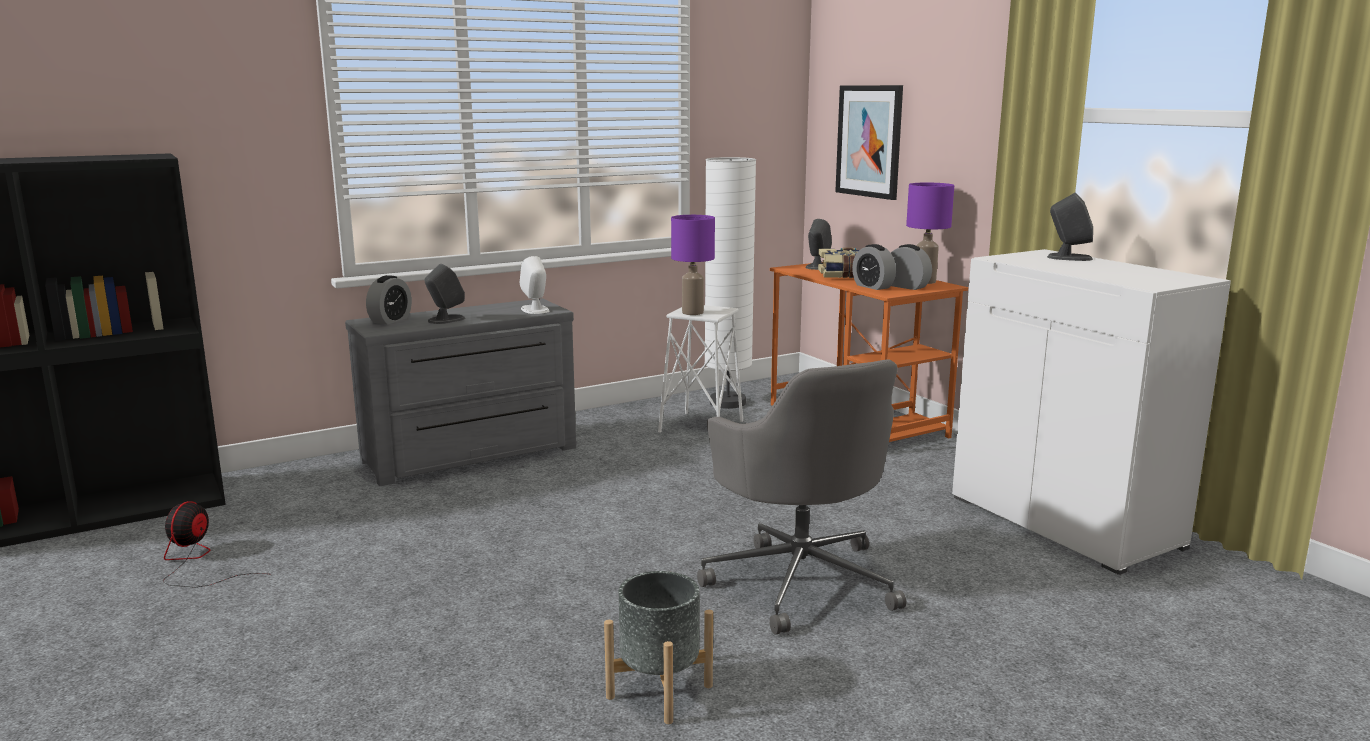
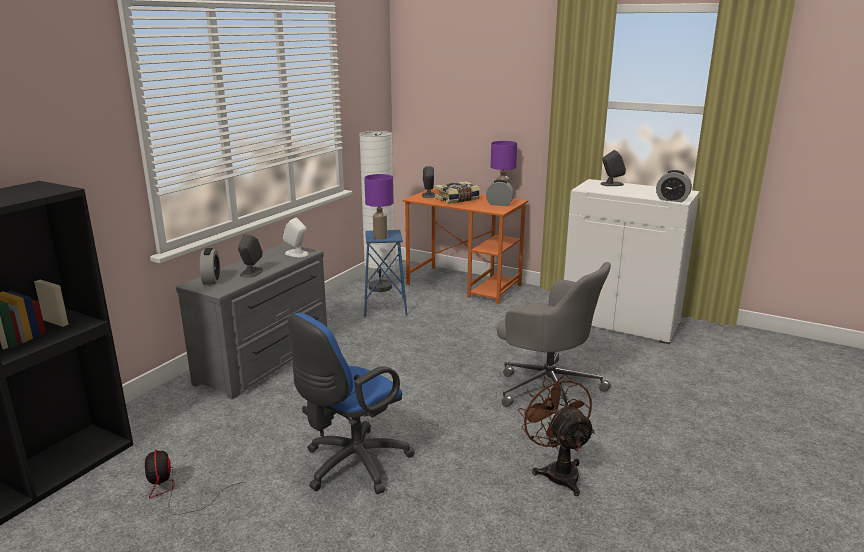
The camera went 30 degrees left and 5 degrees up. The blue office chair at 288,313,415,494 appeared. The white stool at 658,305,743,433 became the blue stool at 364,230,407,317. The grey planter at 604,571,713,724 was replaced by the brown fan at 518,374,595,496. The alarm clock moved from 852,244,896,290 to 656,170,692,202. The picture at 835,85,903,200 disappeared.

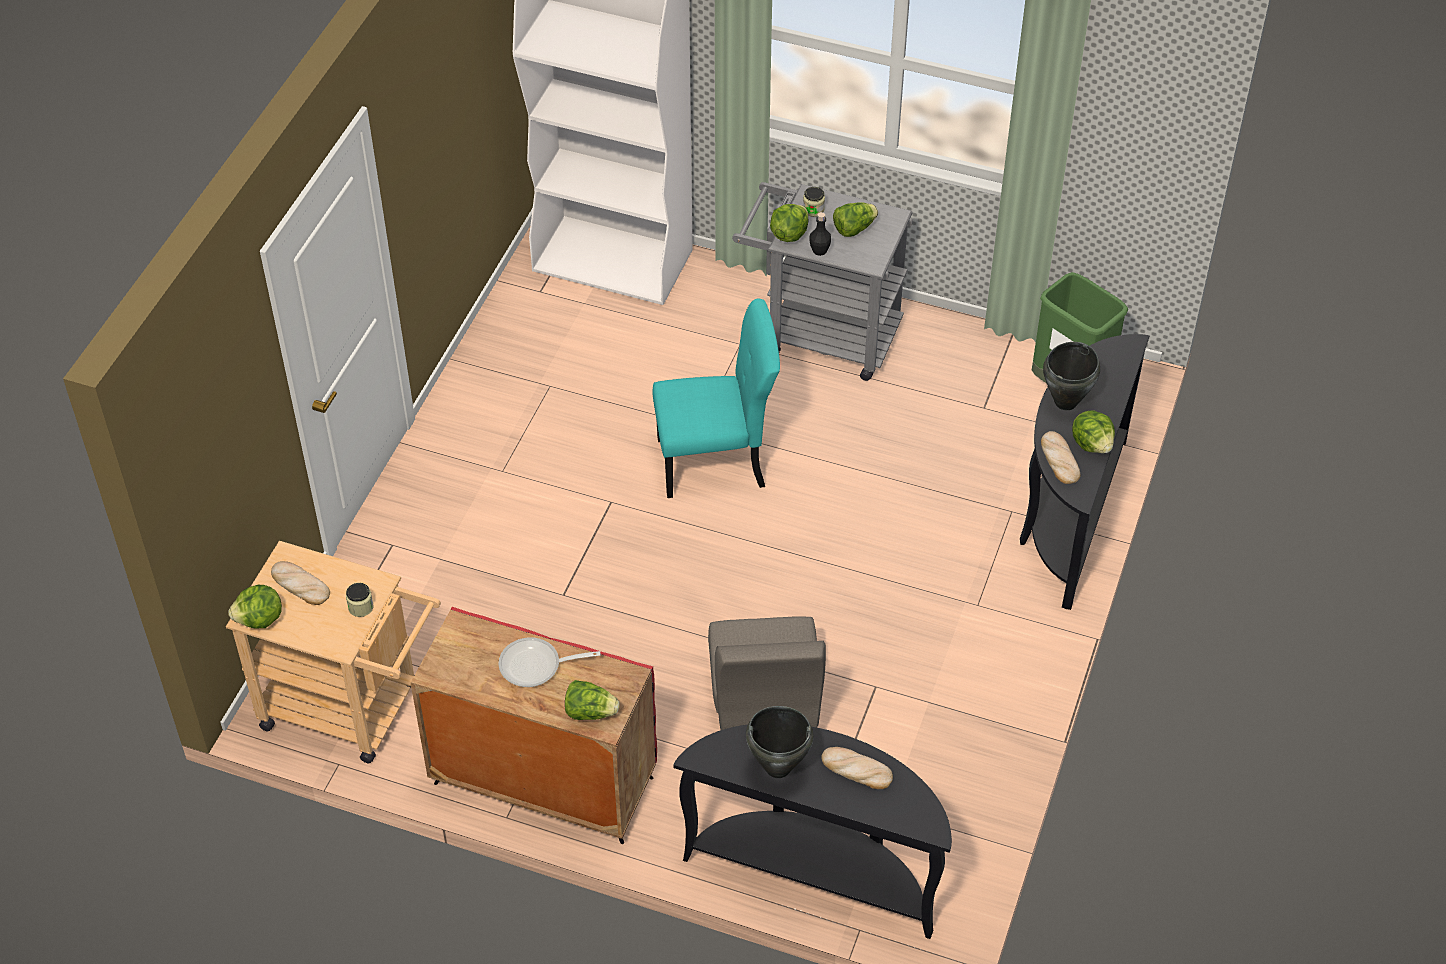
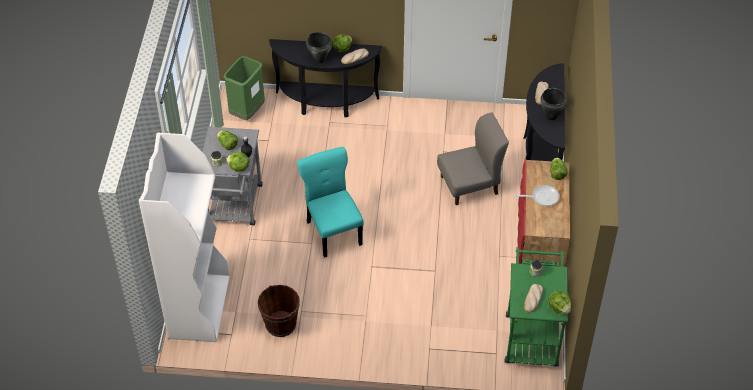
The camera went 105 degrees left and 0 degrees up. The brown bucket at 258,285,300,337 appeared. The beige cart at 226,541,441,763 became the green cart at 505,247,568,367. The frying pan at 499,637,601,687 turned 75 degrees counterclockwise.

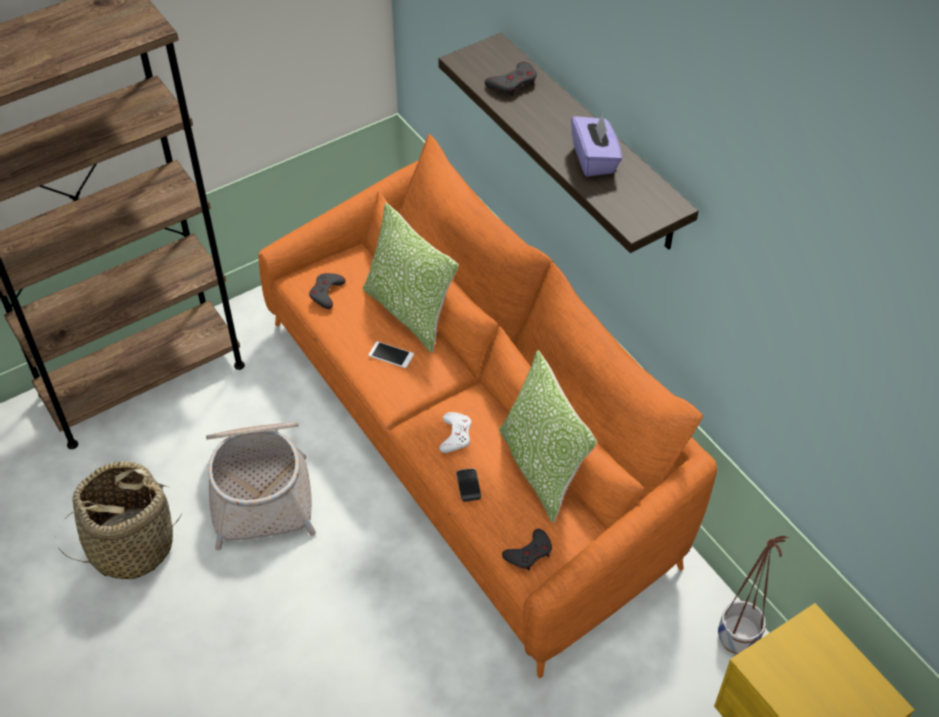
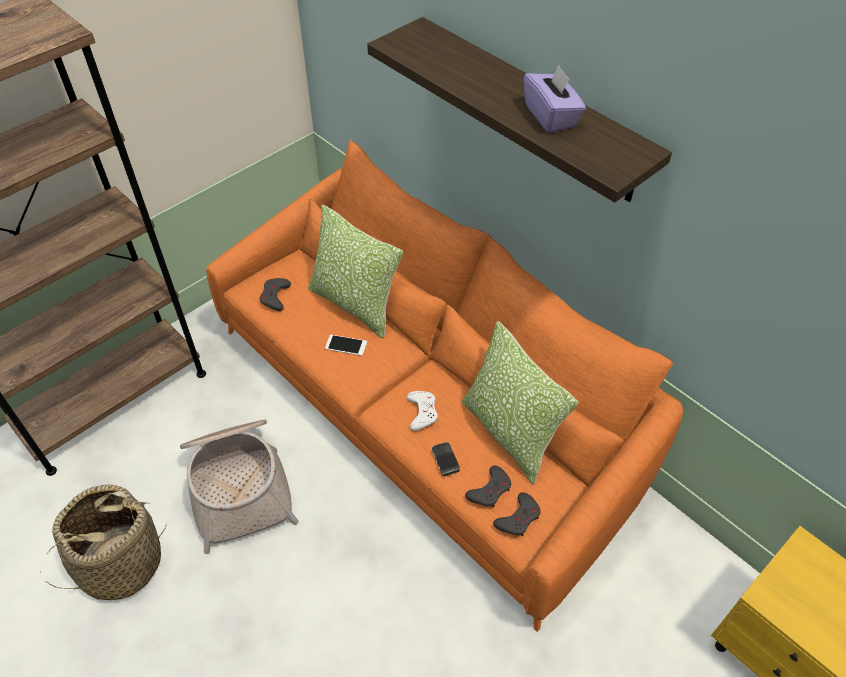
The camera went 10 degrees left and 0 degrees up. The grey game controller moved from 485,62,536,96 to 465,465,511,507. The planter at 718,536,789,654 disappeared.

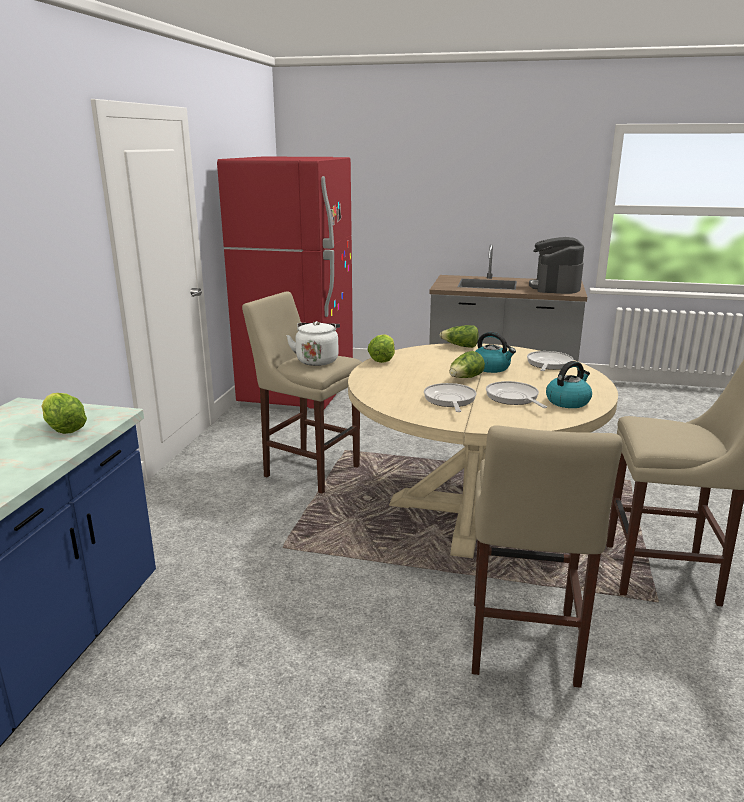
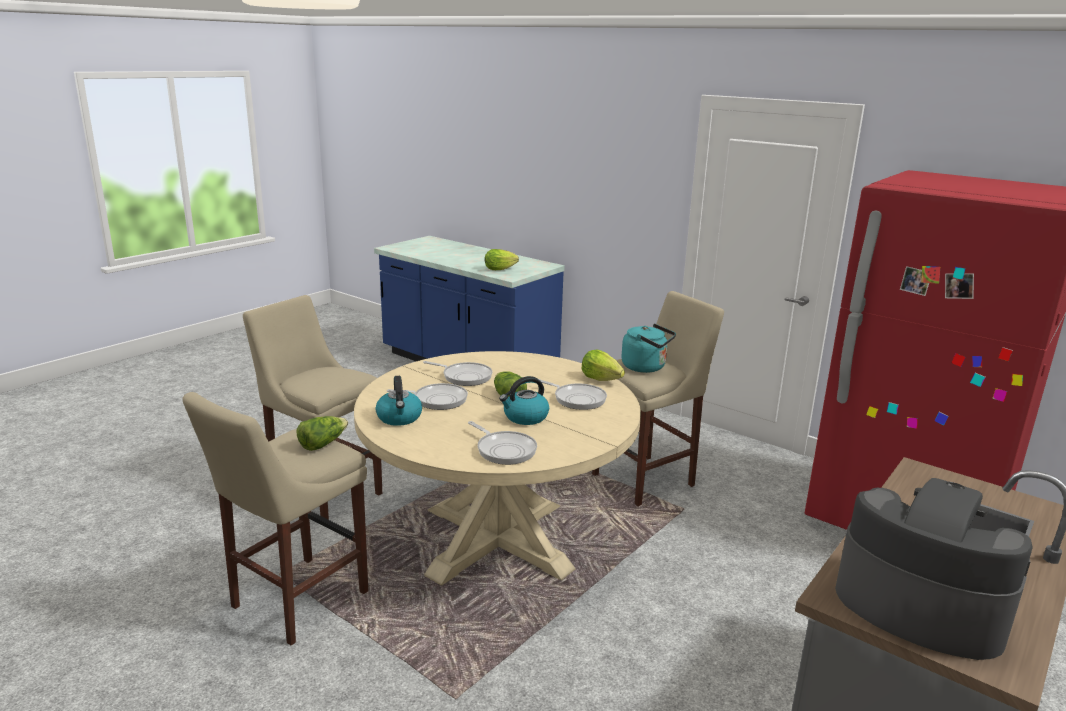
The camera went 115 degrees right and 0 degrees up. The lettuce moved from 440,325,478,348 to 296,416,348,451. The frying pan at 539,379,607,410 appeared. The white kettle at 286,321,340,366 became the turquoise kettle at 621,324,676,373.

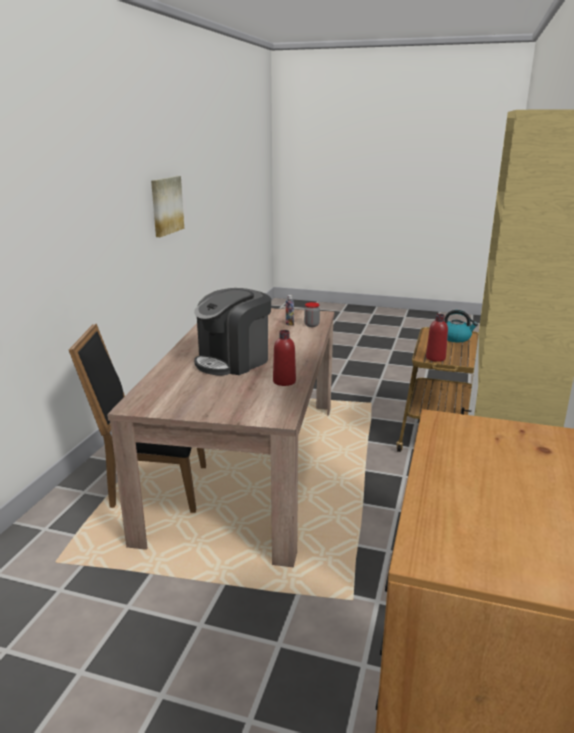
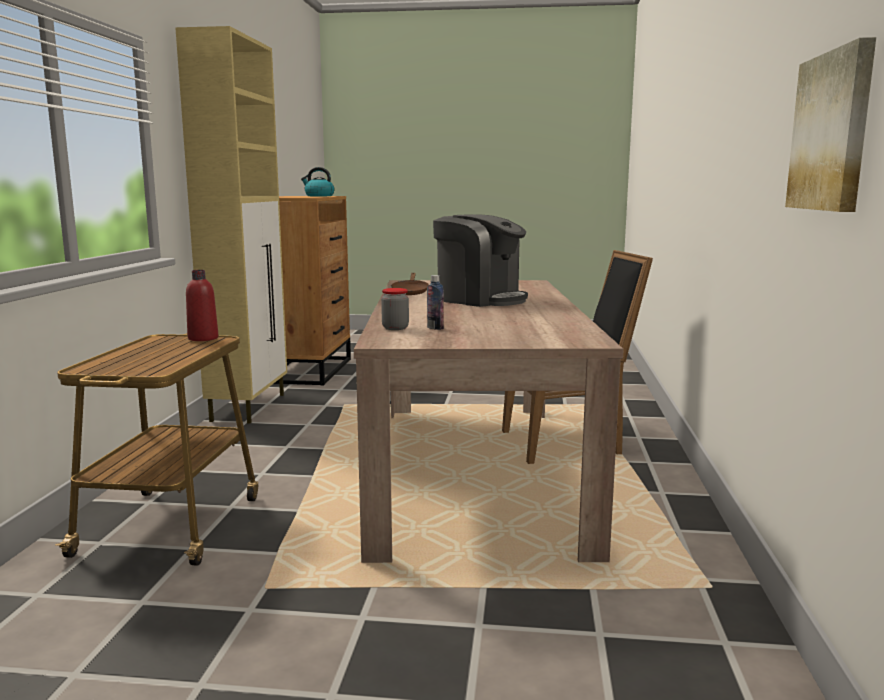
The camera went 170 degrees right and 10 degrees down. The kettle moved from 444,310,478,342 to 301,167,334,196. The red bottle at 273,330,296,386 was replaced by the brown frying pan at 391,273,429,295. The coffee machine at 194,288,271,375 turned 90 degrees clockwise.

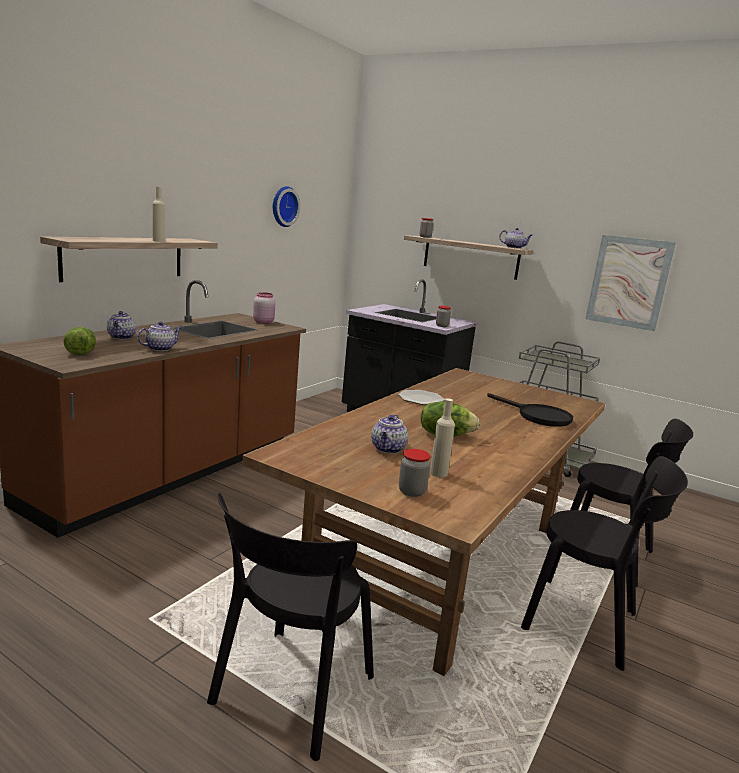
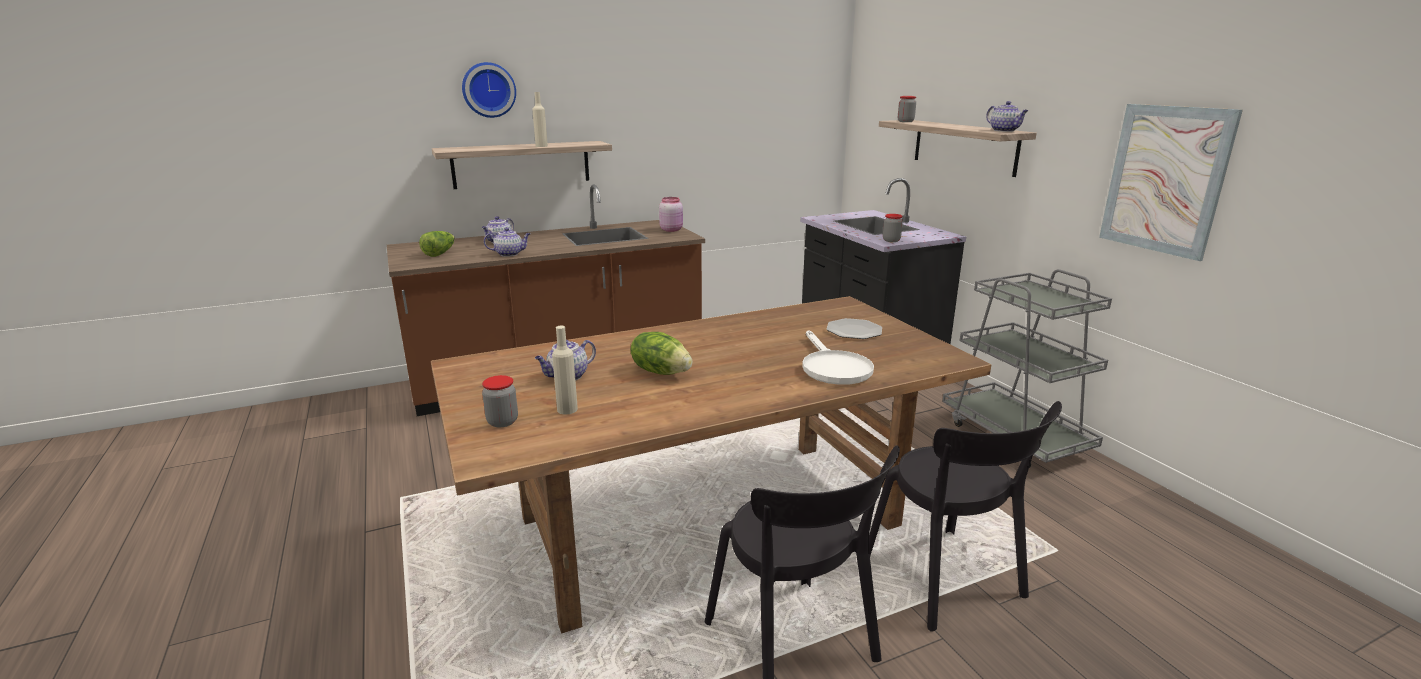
The camera went 35 degrees right and 5 degrees up. The wall clock moved from 273,186,300,227 to 462,62,516,118. The black frying pan at 487,393,573,427 became the white frying pan at 802,330,874,385. The plate moved from 398,390,445,405 to 826,318,882,339. The black chair at 207,493,374,761 disappeared.

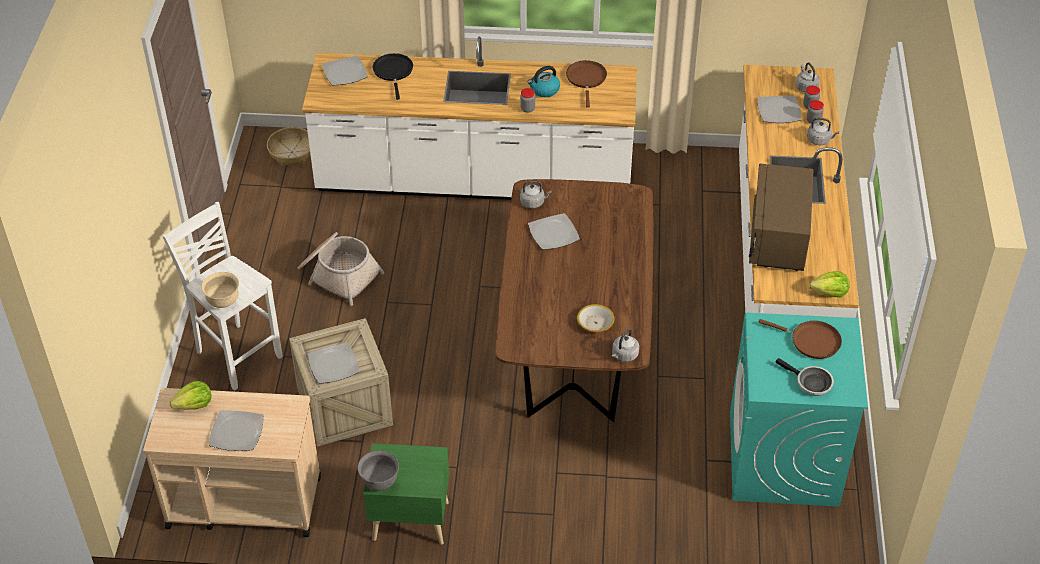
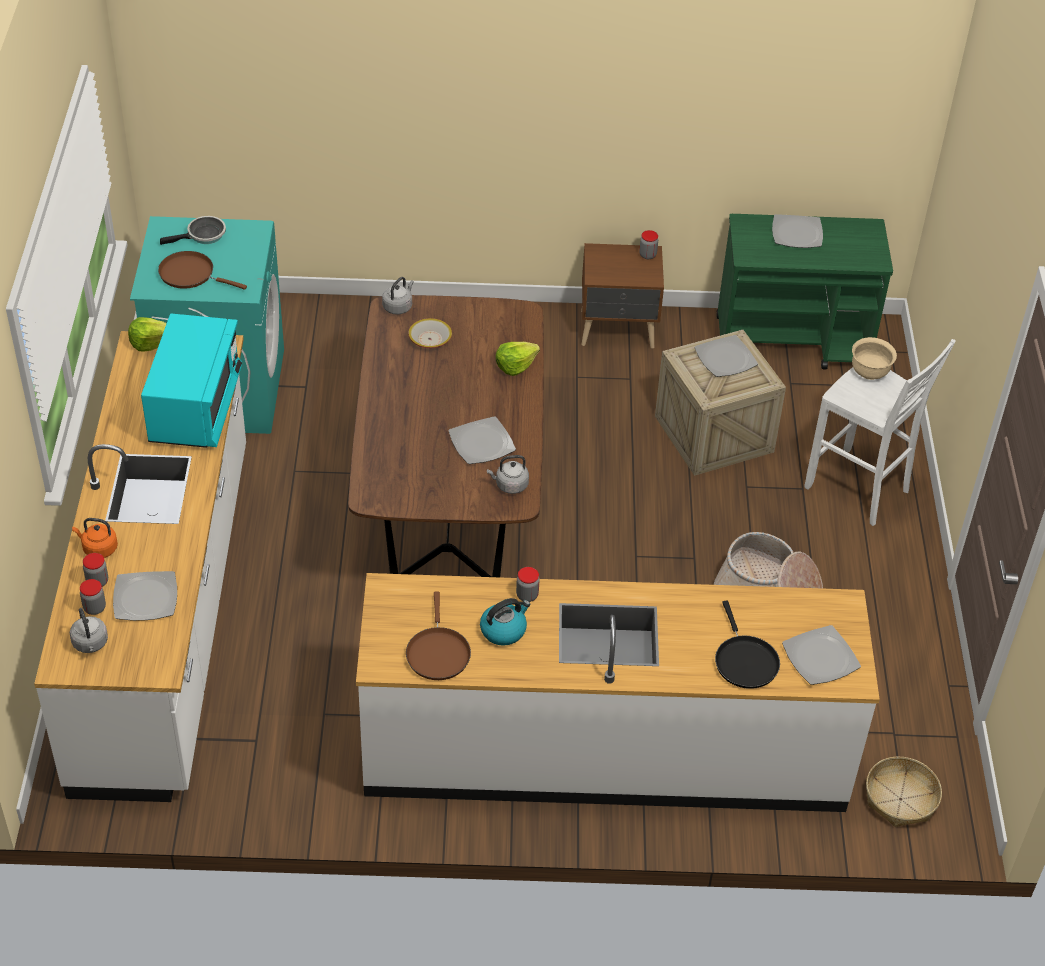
The camera went 175 degrees right and 0 degrees up. The grey kettle at 807,118,839,145 became the orange kettle at 72,518,118,558. The brown microwave at 749,163,813,271 became the turquoise microwave at 141,314,242,448. The frying pan at 775,358,834,396 turned 120 degrees clockwise. The lettuce moved from 170,381,212,410 to 496,342,540,376. The green nightstand at 363,443,449,545 became the brown nightstand at 581,243,664,348. The grey bowl at 357,451,399,491 was replaced by the jar at 639,230,658,259. The beige cart at 143,388,321,537 became the green cart at 717,214,893,370.

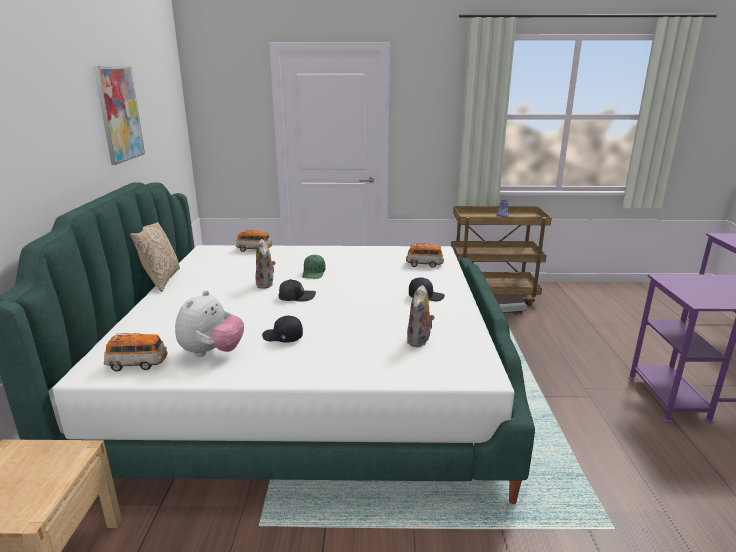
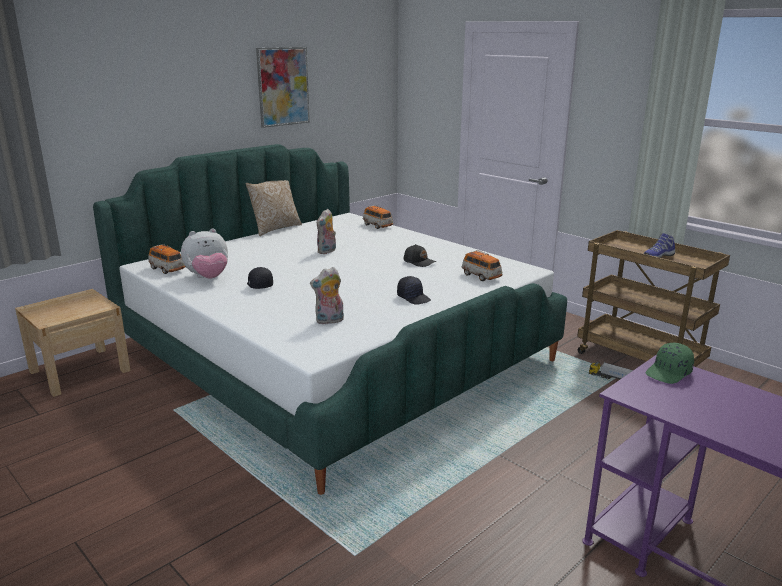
The camera went 45 degrees right and 0 degrees up. The black cap moved from 279,279,316,302 to 404,244,436,267. The green cap moved from 302,255,325,279 to 646,343,694,384.

